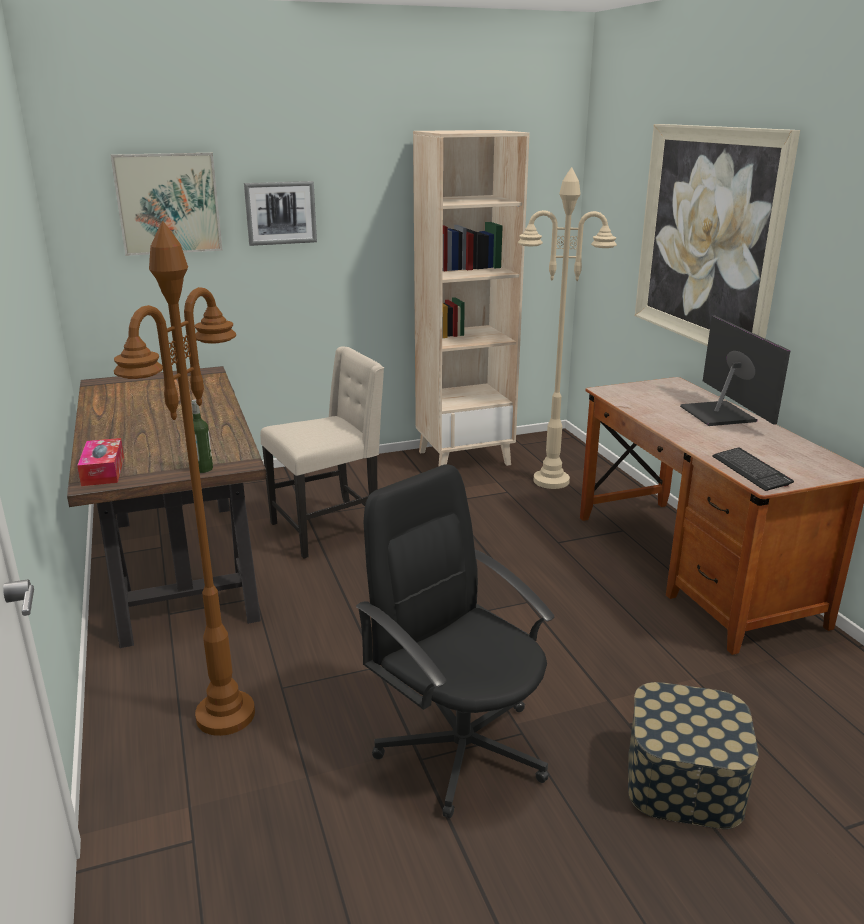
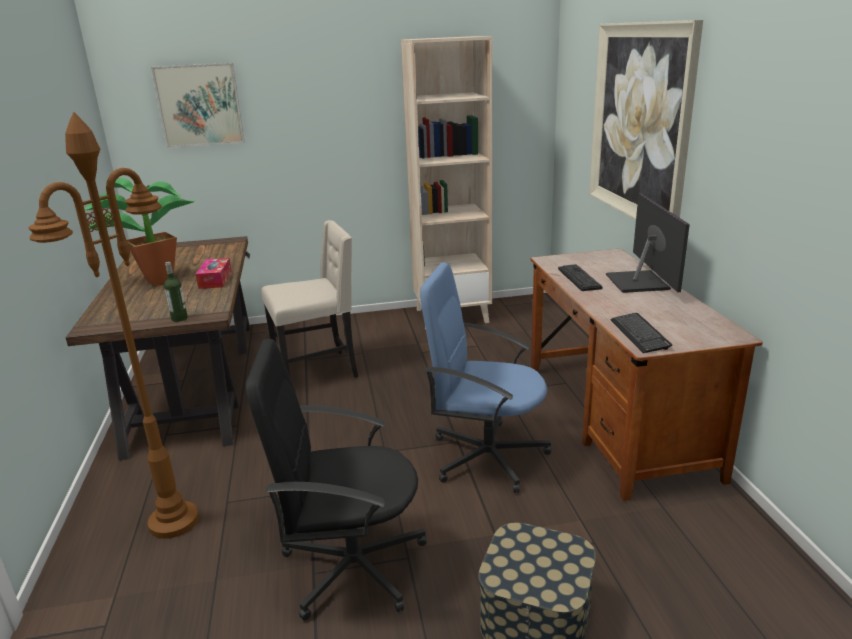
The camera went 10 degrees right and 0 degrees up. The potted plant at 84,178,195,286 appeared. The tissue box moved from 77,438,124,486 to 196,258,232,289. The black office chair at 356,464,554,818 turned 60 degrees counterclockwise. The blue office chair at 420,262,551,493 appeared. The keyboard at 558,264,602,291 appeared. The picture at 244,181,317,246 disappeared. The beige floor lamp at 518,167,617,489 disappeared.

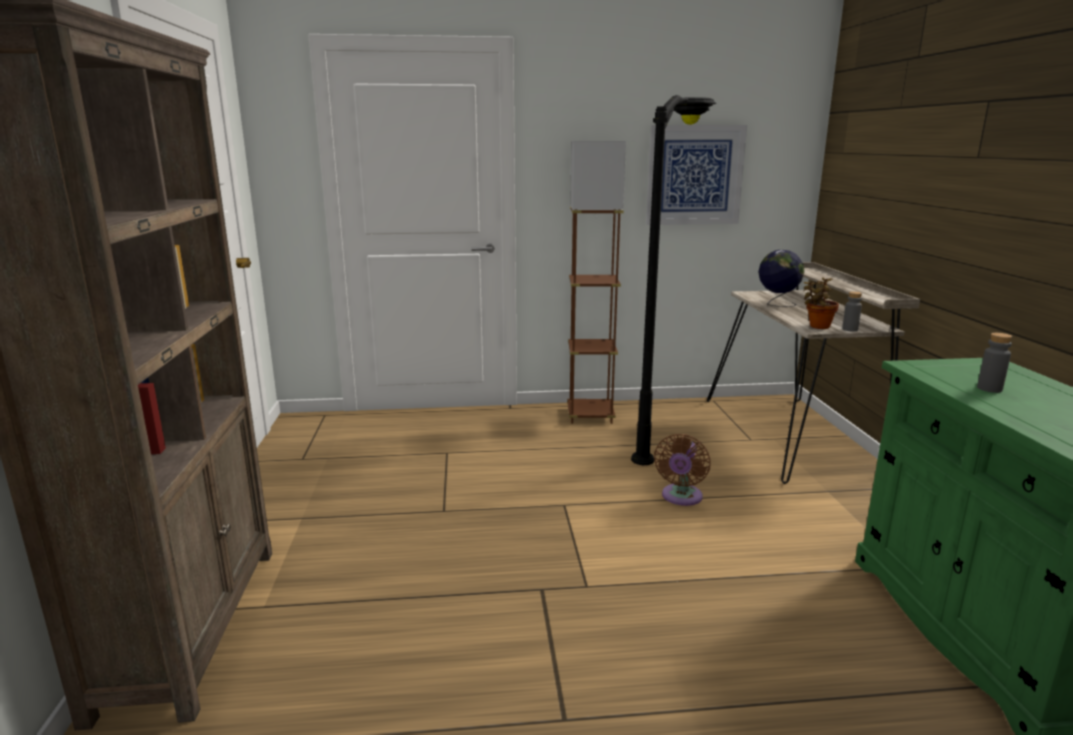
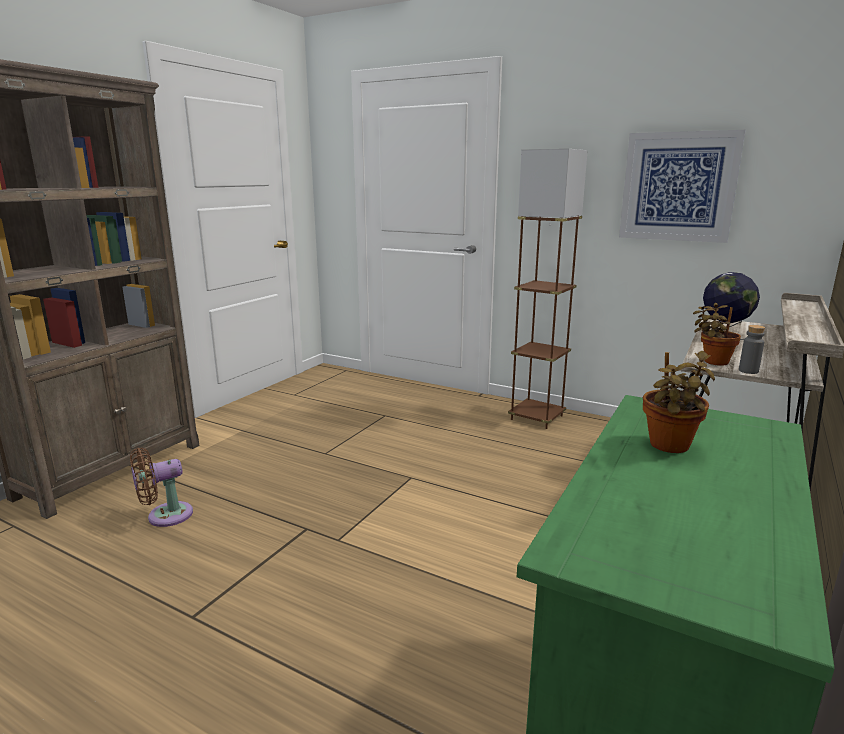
The camera went 35 degrees right and 0 degrees up. The brown fan moved from 654,434,711,506 to 130,448,193,527. The grey bottle at 977,333,1012,393 was replaced by the potted plant at 643,351,715,453. The black floor lamp at 631,95,716,465 disappeared.

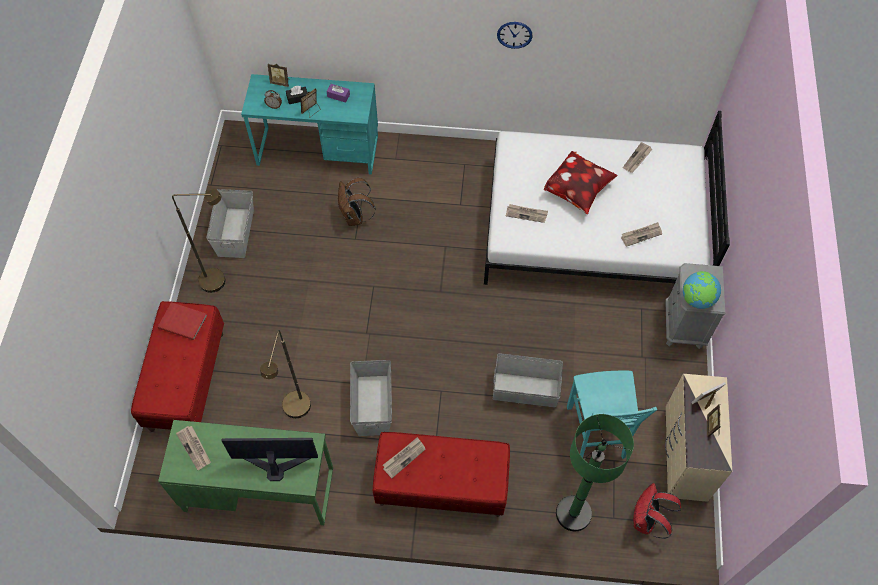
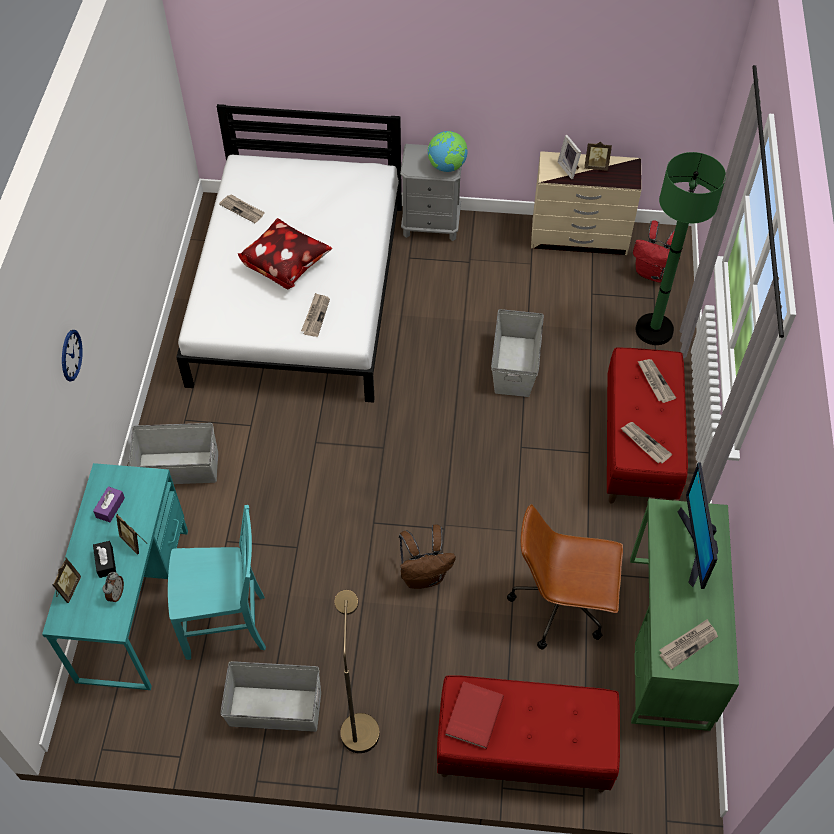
The camera went 90 degrees left and 5 degrees down. The wall clock moved from 497,22,533,49 to 62,330,83,381. The grey storage box moved from 350,360,392,436 to 128,423,218,484. The turquoise chair moved from 567,371,657,459 to 168,505,266,660. The brown backpack moved from 338,178,376,226 to 399,524,456,589. The brown floor lamp at 260,330,311,418 was replaced by the brown office chair at 507,504,623,650. The newspaper moved from 621,222,662,247 to 638,359,676,403.

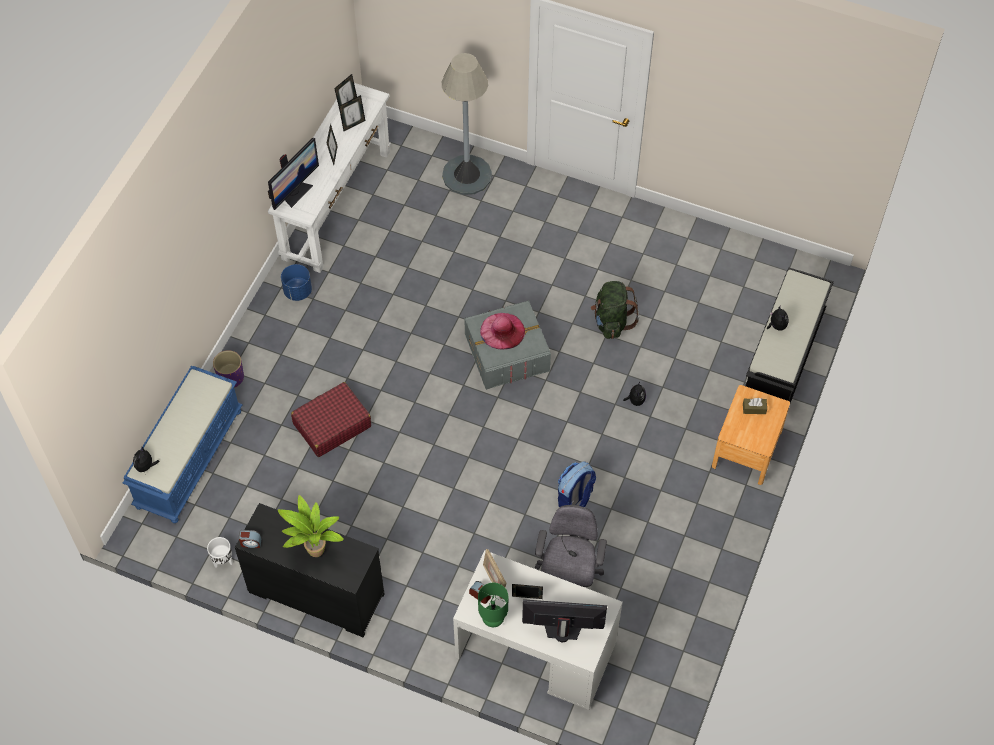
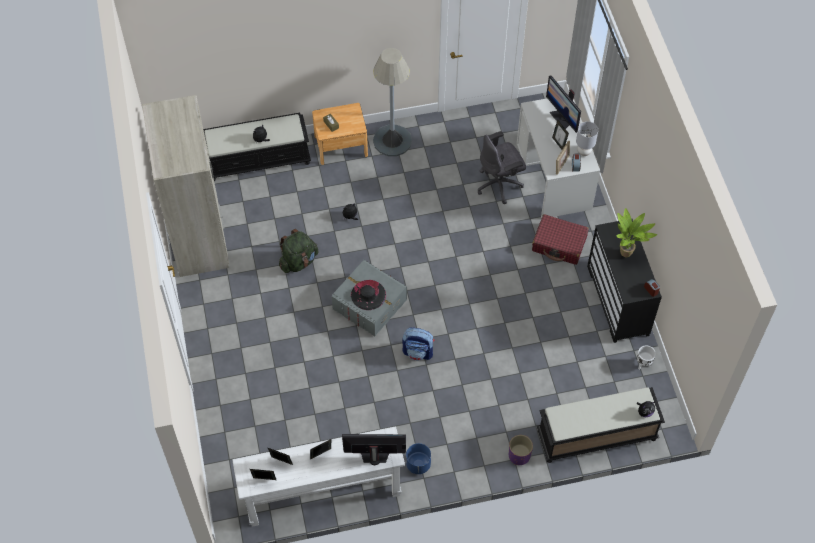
The camera went 125 degrees left and 0 degrees up. The beige wardrobe at 142,95,229,277 appeared. The pink hat at 480,313,525,349 became the black hat at 351,280,386,310. The grey floor lamp moved from 442,53,492,195 to 373,48,412,156. The backpack moved from 558,462,596,507 to 402,328,434,361. The red suitcase moved from 291,382,371,457 to 532,214,589,265. The blue bench at 123,366,243,523 became the black bench at 537,387,665,463. The green table lamp at 478,583,508,627 became the grey table lamp at 576,122,598,156.

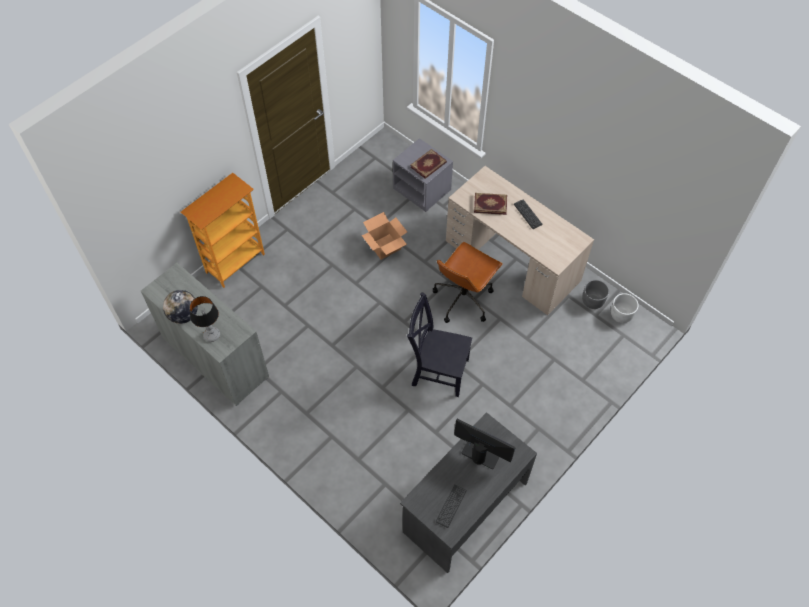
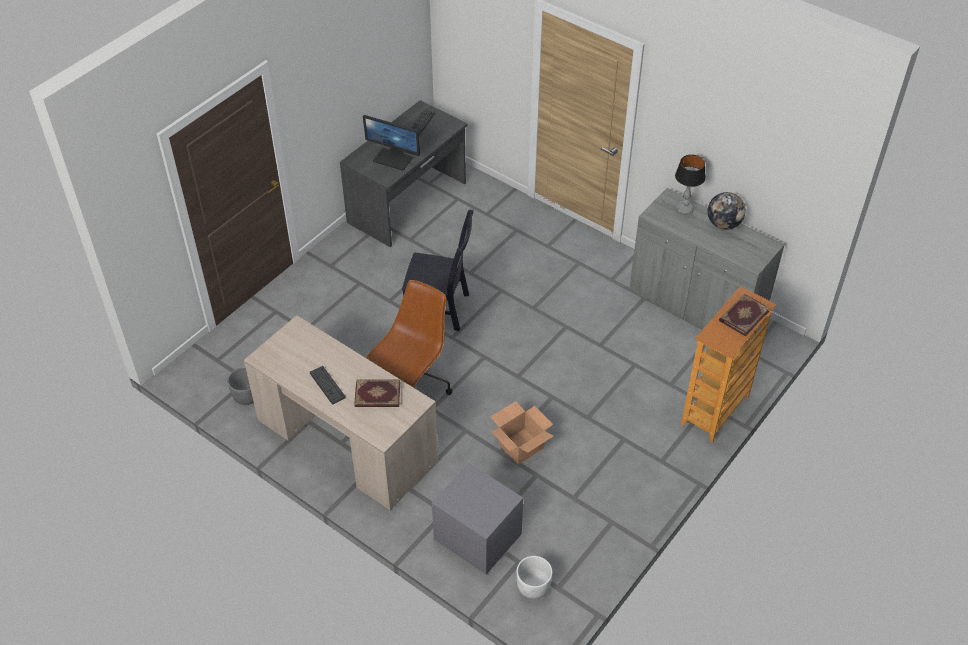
The camera went 175 degrees right and 10 degrees down. The white planter moved from 611,293,638,323 to 517,556,552,599. The book moved from 410,149,447,179 to 719,294,770,336.

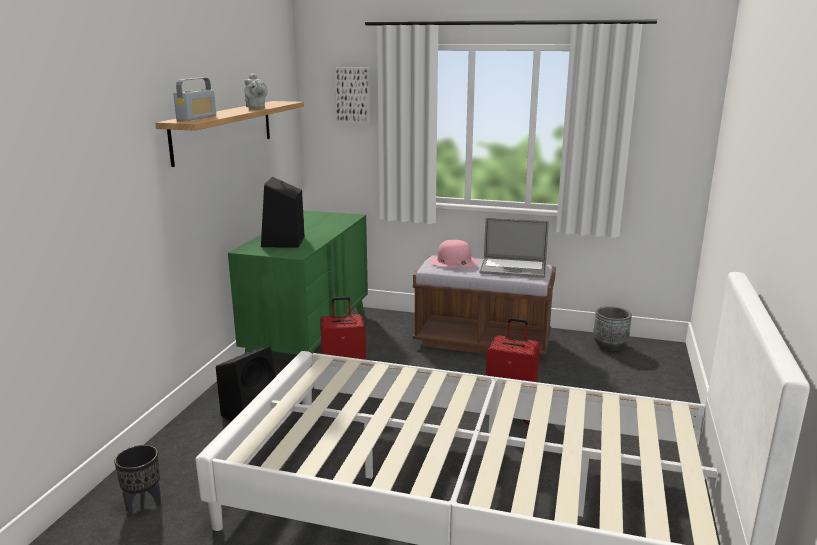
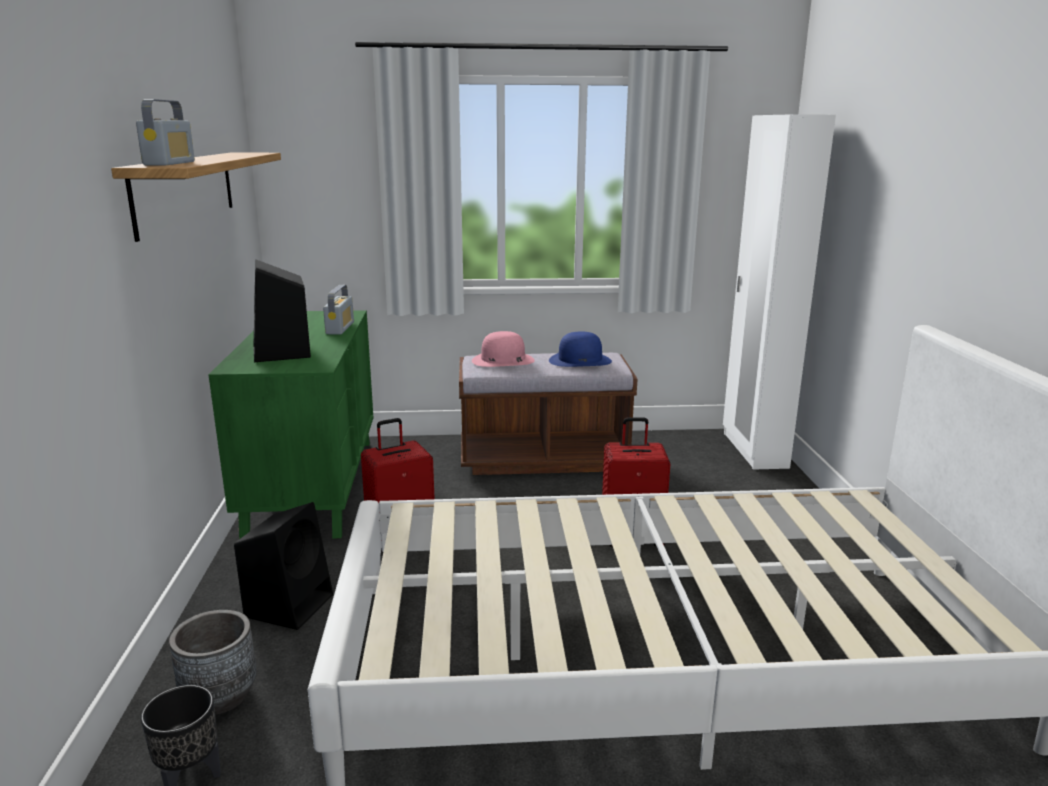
The camera went 20 degrees left and 0 degrees up. The grey planter moved from 593,306,632,351 to 169,610,257,715. The radio at 323,285,354,335 appeared. The laptop at 480,218,549,278 was replaced by the blue hat at 549,332,612,367. The white wardrobe at 723,114,836,470 appeared. The grey teapot at 244,73,268,108 disappeared. The picture at 335,67,371,124 disappeared.

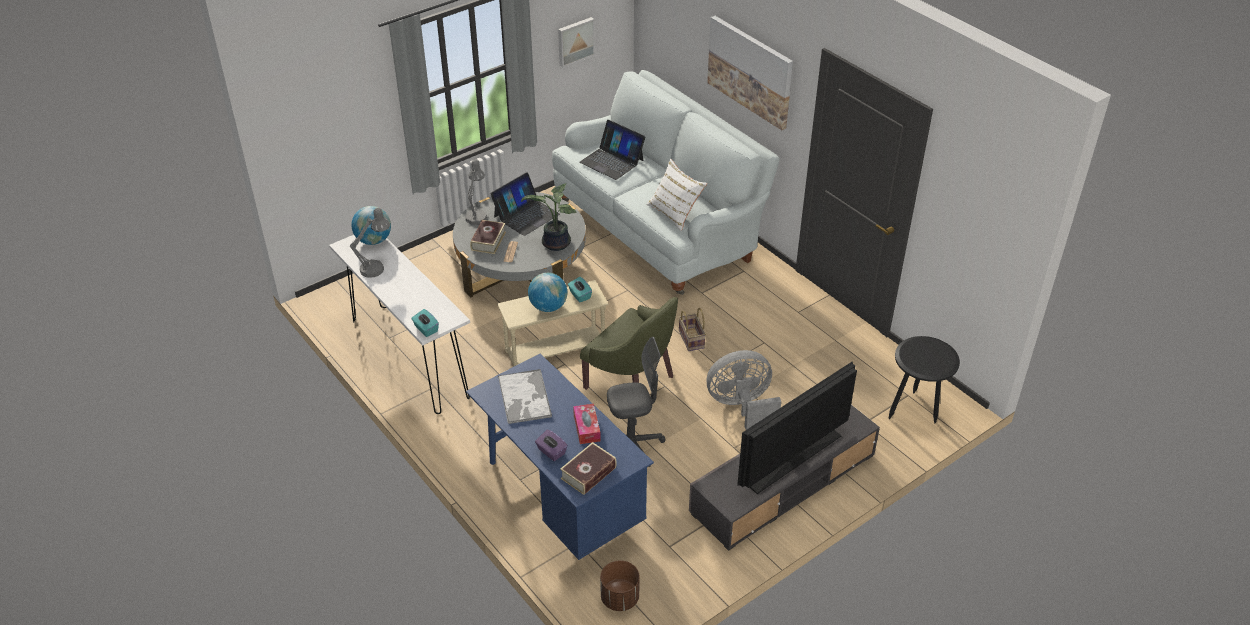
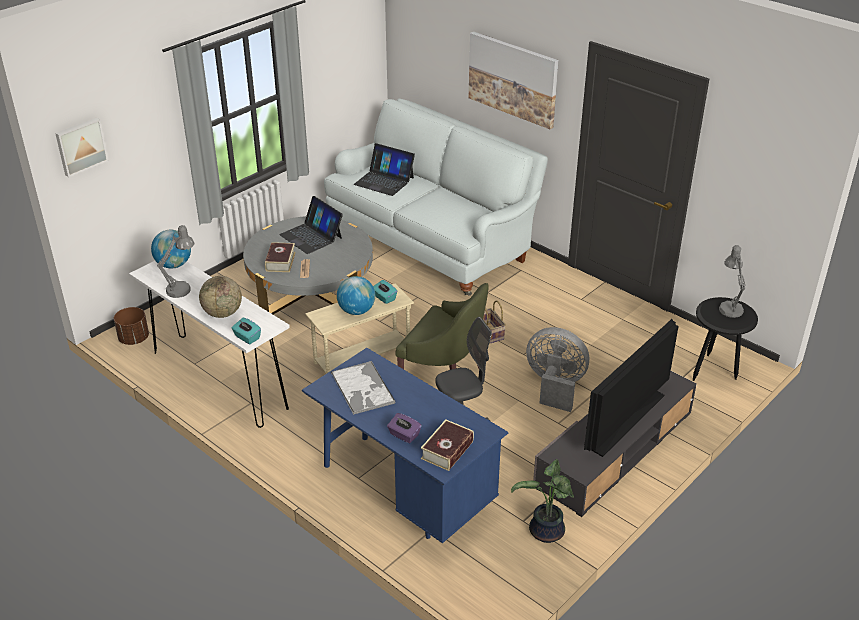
The camera went 10 degrees left and 5 degrees down. The picture moved from 558,17,595,67 to 55,118,109,177. The brown planter moved from 600,560,640,611 to 114,307,149,345. The globe at 199,276,242,318 appeared. The laptop at 490,172,560,236 turned 105 degrees clockwise. The potted plant moved from 521,183,577,251 to 511,459,574,543. The grey fan at 707,350,781,430 turned 45 degrees clockwise. The grey table lamp moved from 465,159,487,225 to 719,245,746,318. The tissue box at 573,404,601,444 disappeared. The white pillow at 647,159,707,232 disappeared.

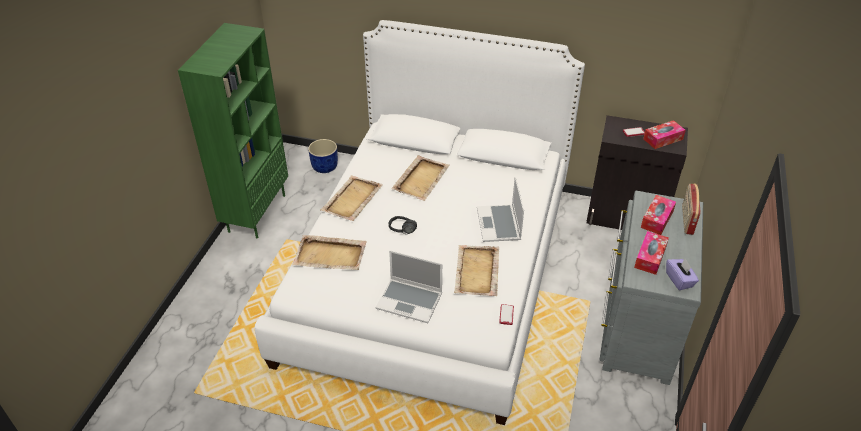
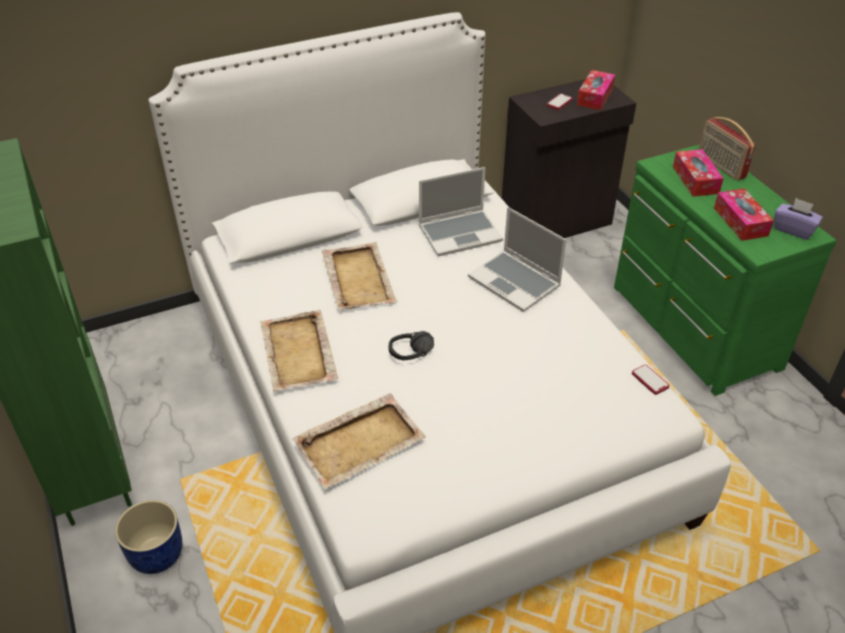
The camera went 40 degrees left and 0 degrees up. The blue planter moved from 308,139,338,173 to 115,500,182,574. The laptop moved from 376,250,442,323 to 419,167,503,256. The grey dresser at 599,191,703,385 became the green dresser at 614,144,837,396. The beige tray at 454,245,499,296 disappeared.

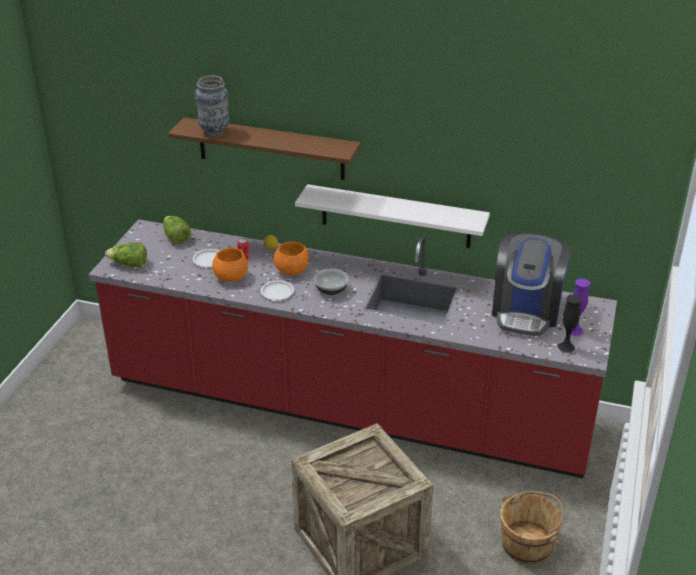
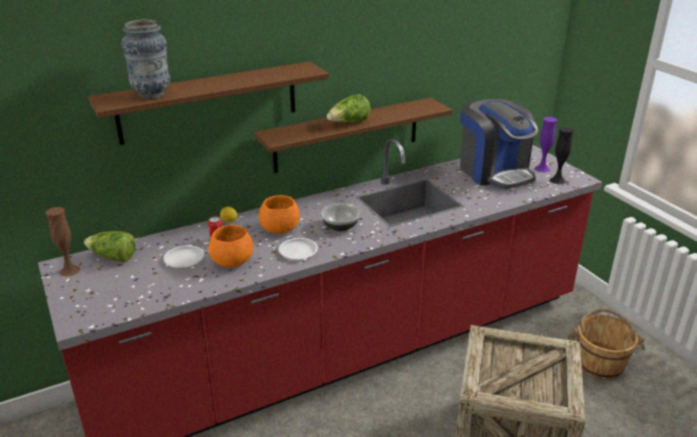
The camera went 45 degrees left and 5 degrees down. The brown vase at 46,207,80,277 appeared. The white shelf at 295,184,490,248 became the brown shelf at 254,98,452,173. The lettuce moved from 105,243,147,267 to 327,94,370,123.

